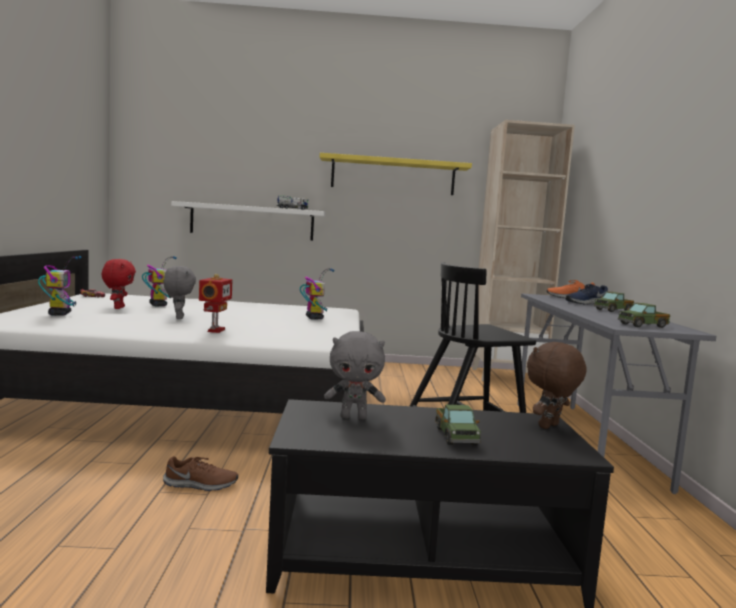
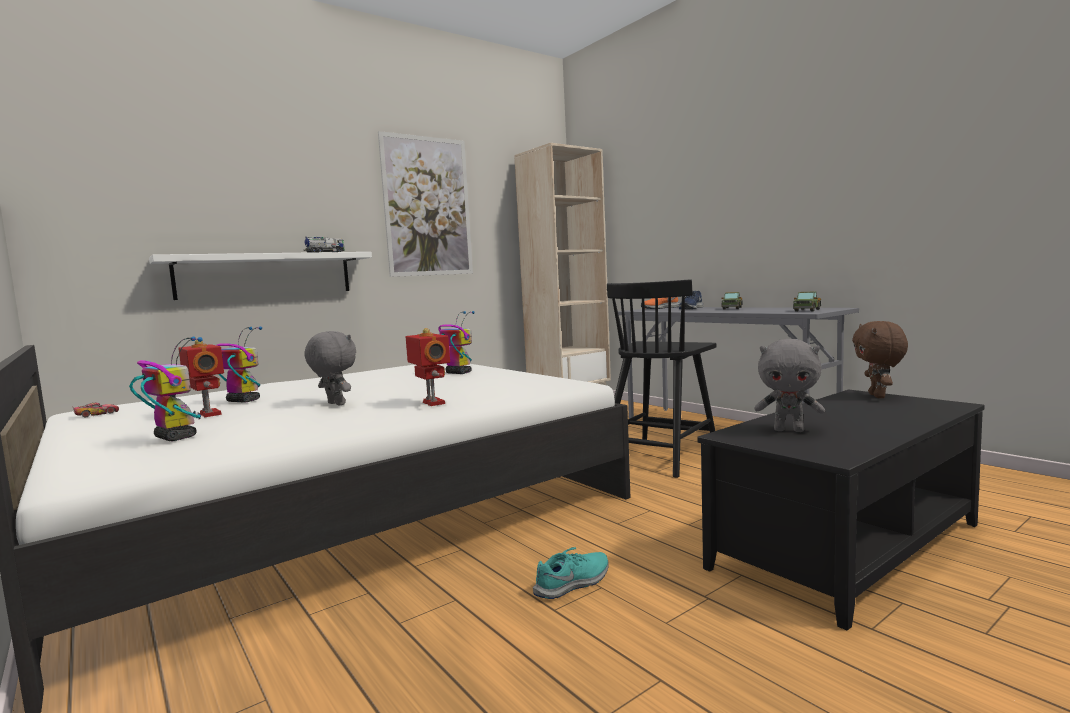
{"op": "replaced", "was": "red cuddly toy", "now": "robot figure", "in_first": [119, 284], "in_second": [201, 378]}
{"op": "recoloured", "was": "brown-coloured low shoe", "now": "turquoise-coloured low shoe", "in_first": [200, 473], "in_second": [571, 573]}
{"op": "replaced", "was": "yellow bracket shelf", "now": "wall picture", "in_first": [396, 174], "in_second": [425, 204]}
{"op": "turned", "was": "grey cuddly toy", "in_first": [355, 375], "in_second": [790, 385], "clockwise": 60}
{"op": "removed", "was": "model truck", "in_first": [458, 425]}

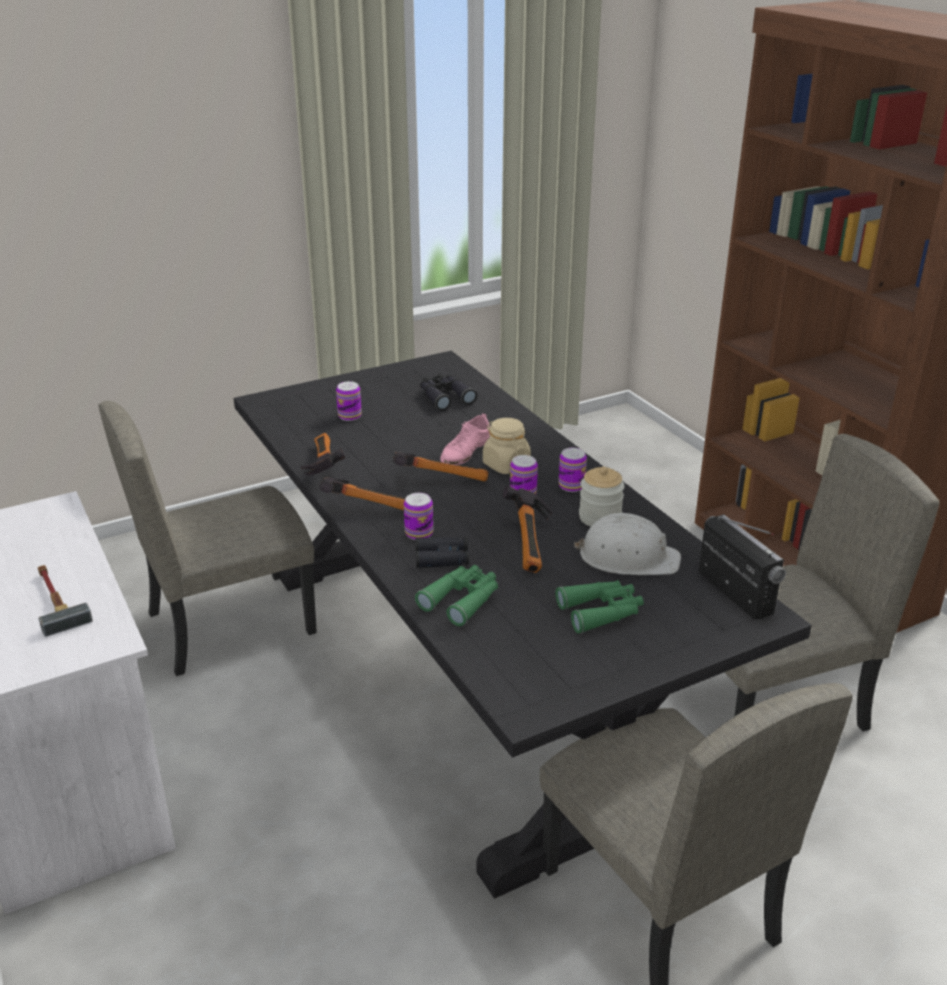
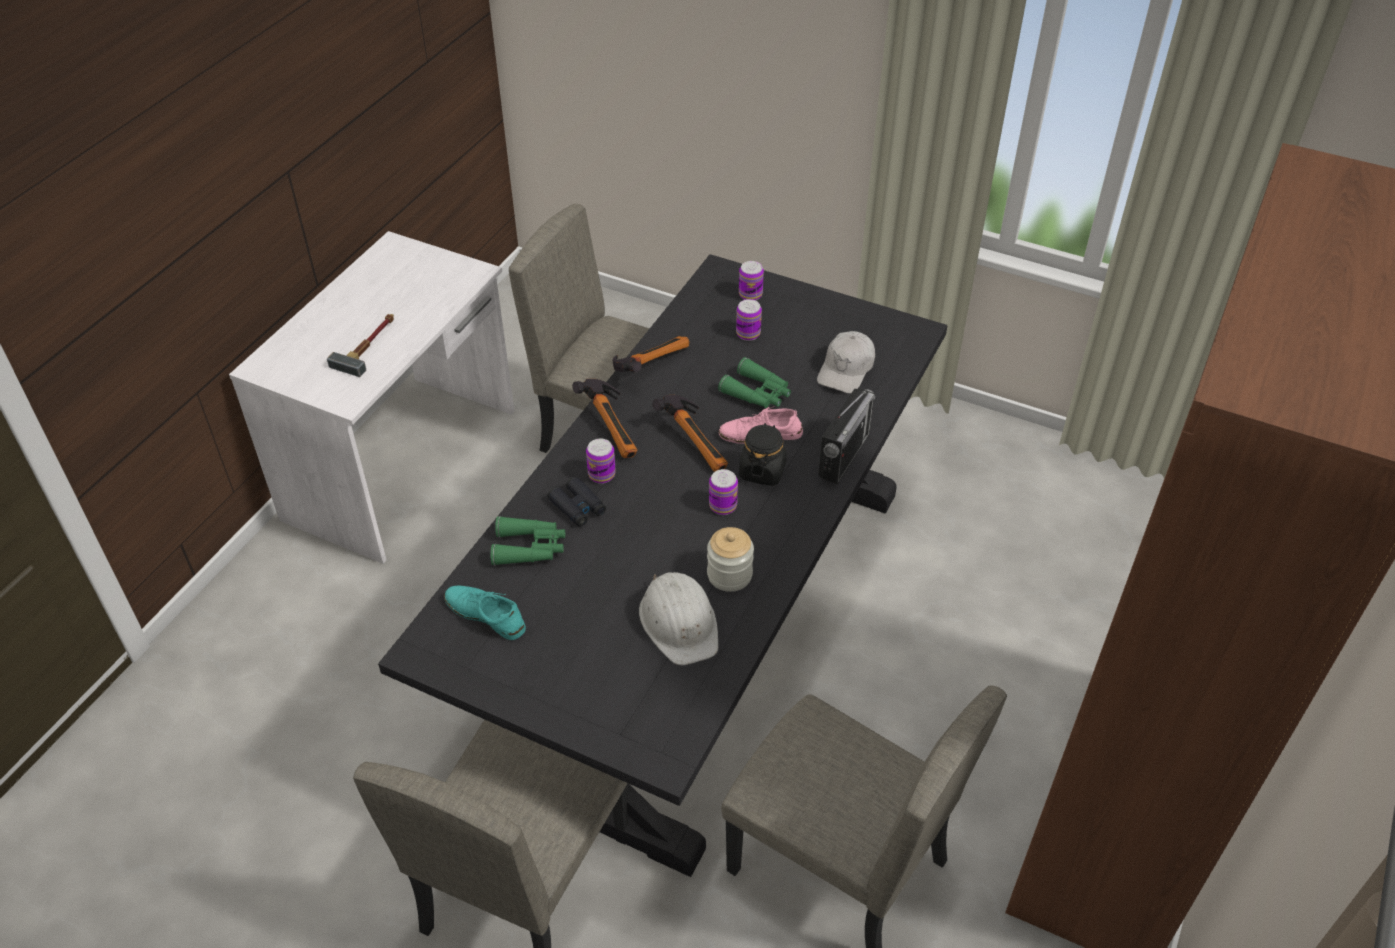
{"op": "replaced", "was": "black pair of binoculars", "now": "whitish peaked cap", "in_first": [448, 392], "in_second": [846, 362]}
{"op": "recoloured", "was": "beige preserve jar", "now": "black preserve jar", "in_first": [507, 446], "in_second": [763, 454]}
{"op": "removed", "was": "hammer", "in_first": [527, 529]}
{"op": "moved", "was": "green-coloured pair of binoculars", "in_first": [600, 606], "in_second": [754, 382]}
{"op": "moved", "was": "sealed can", "in_first": [573, 470], "in_second": [751, 281]}
{"op": "moved", "was": "radio set", "in_first": [742, 566], "in_second": [846, 436]}
{"op": "added", "now": "turquoise-coloured low shoe", "in_second": [485, 612]}

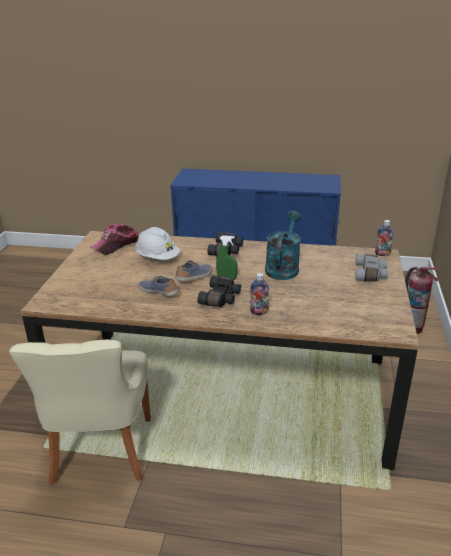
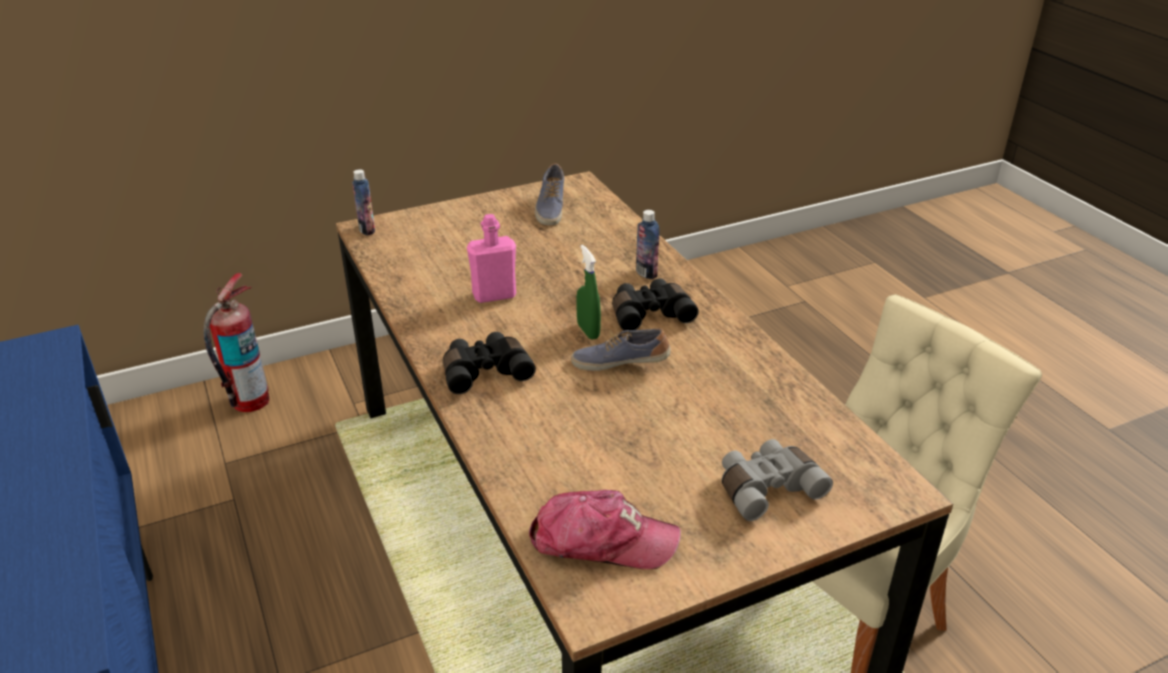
{"op": "removed", "was": "whitish hard hat", "in_first": [157, 243]}
{"op": "moved", "was": "low shoe", "in_first": [158, 286], "in_second": [549, 194]}
{"op": "replaced", "was": "turquoise-coloured watering can", "now": "pinkish beverage bottle", "in_first": [283, 245], "in_second": [491, 258]}
{"op": "moved", "was": "grey pair of binoculars", "in_first": [371, 267], "in_second": [777, 480]}

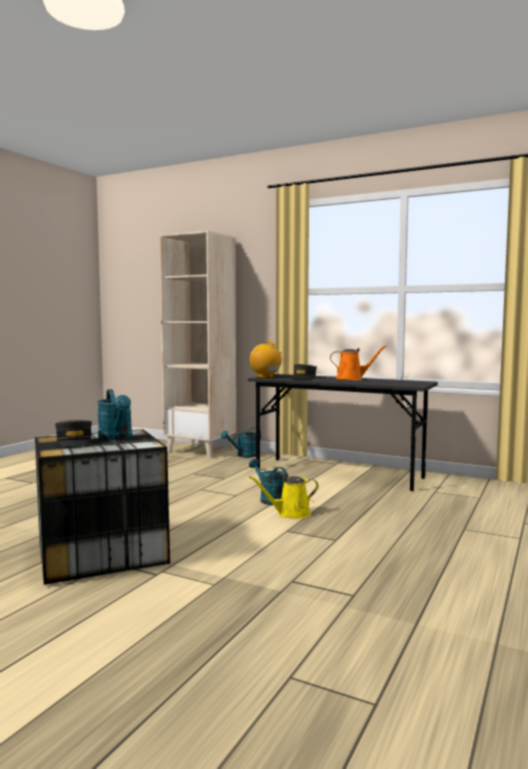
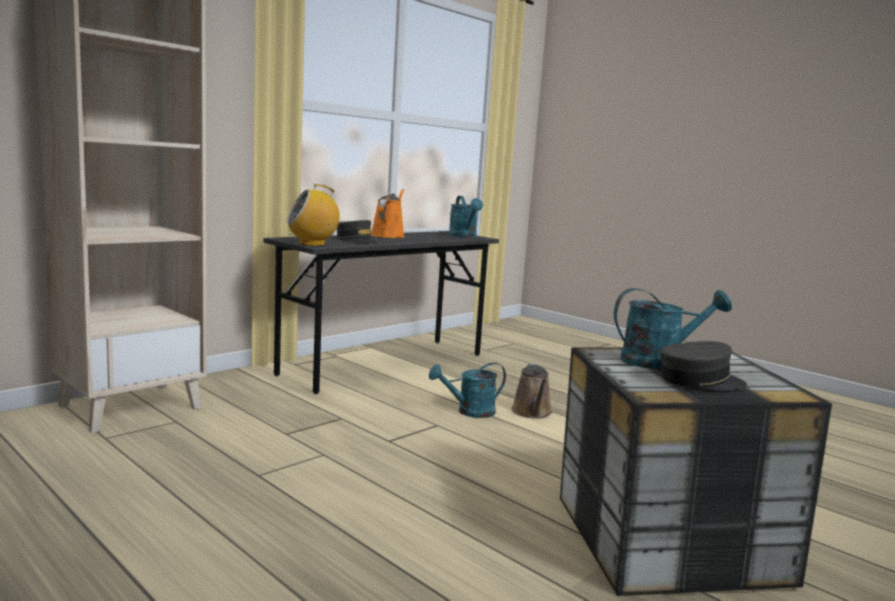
{"op": "moved", "was": "turquoise-coloured watering can", "in_first": [241, 442], "in_second": [466, 217]}
{"op": "recoloured", "was": "yellow watering can", "now": "brown-coloured watering can", "in_first": [283, 497], "in_second": [531, 391]}

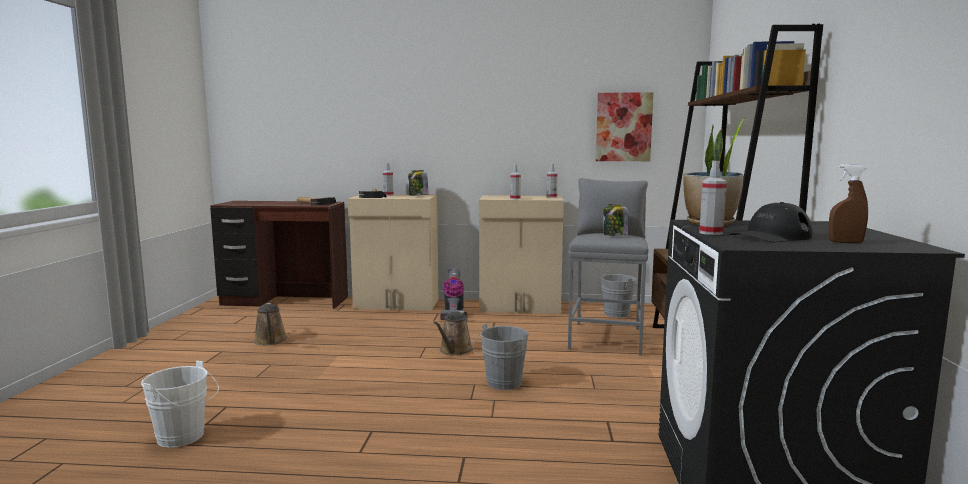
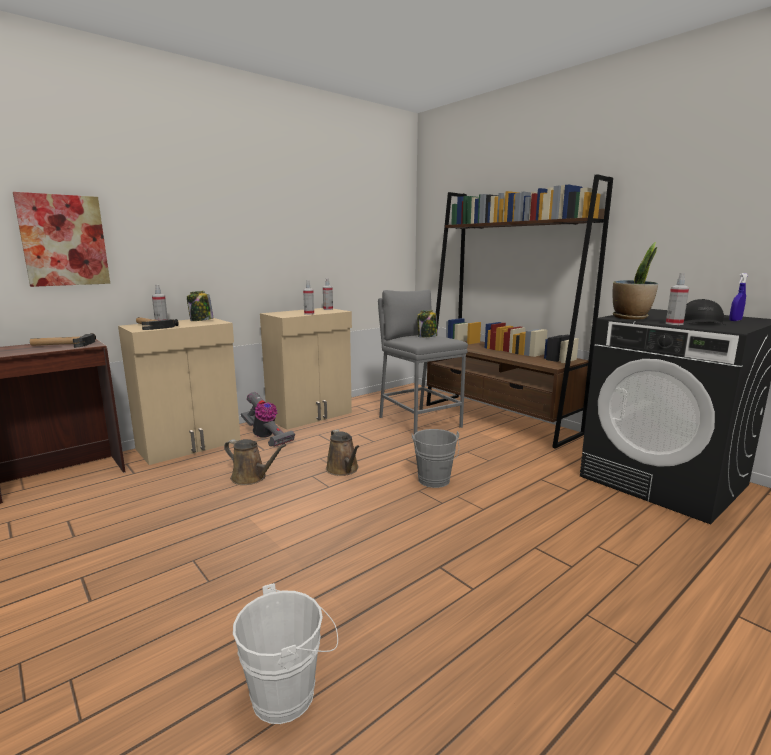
{"op": "moved", "was": "brown-coloured watering can", "in_first": [270, 324], "in_second": [255, 462]}
{"op": "moved", "was": "wall picture", "in_first": [624, 126], "in_second": [61, 239]}
{"op": "removed", "was": "grey bucket", "in_first": [621, 294]}
{"op": "recoloured", "was": "brown-coloured hand sprayer", "now": "blue hand sprayer", "in_first": [848, 203], "in_second": [738, 297]}

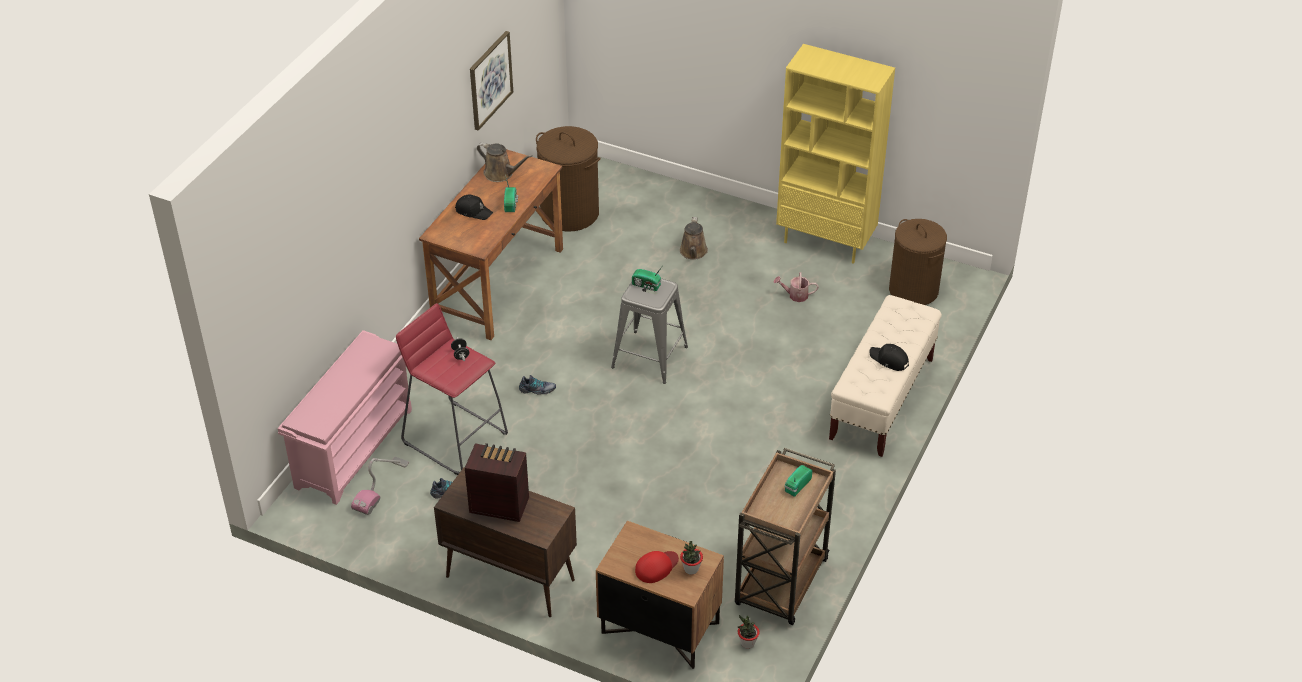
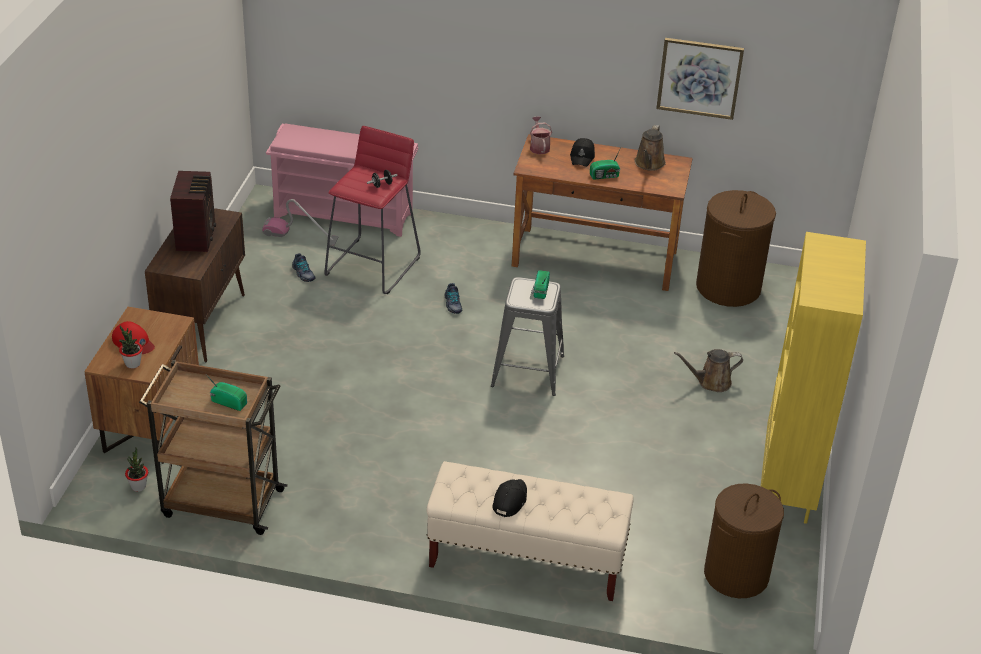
{"op": "moved", "was": "watering can", "in_first": [796, 287], "in_second": [541, 135]}

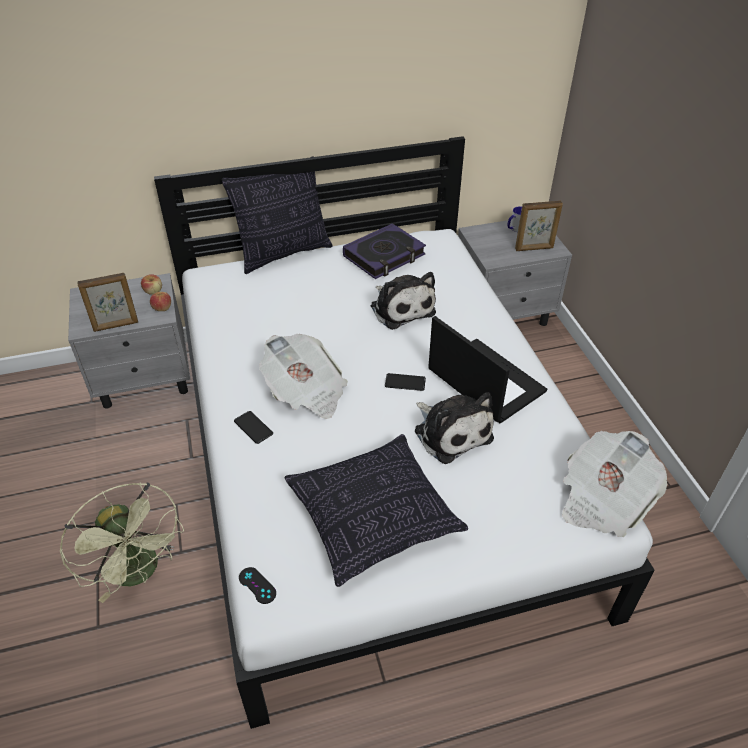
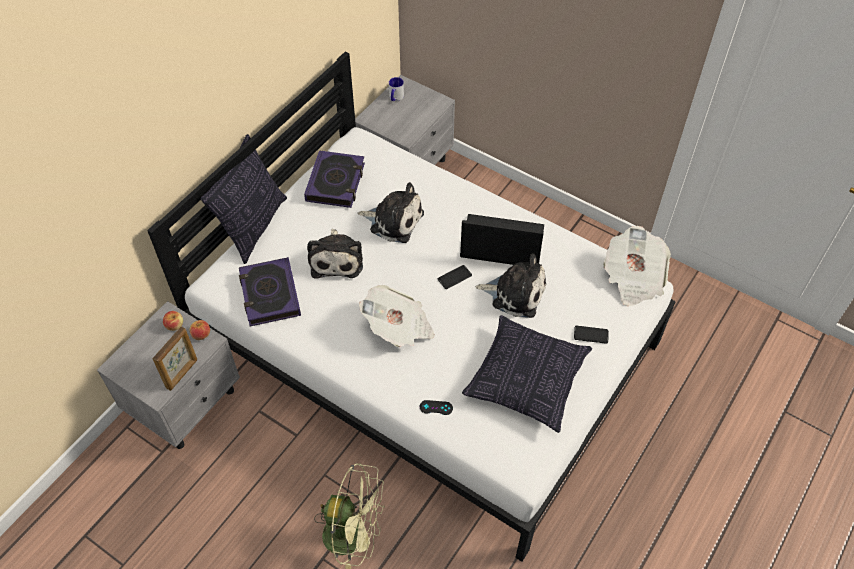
{"op": "moved", "was": "phone", "in_first": [253, 427], "in_second": [591, 335]}
{"op": "moved", "was": "black gamepad", "in_first": [257, 585], "in_second": [436, 407]}
{"op": "removed", "was": "standing frame", "in_first": [539, 226]}
{"op": "added", "now": "book", "in_second": [270, 291]}
{"op": "added", "now": "cuddly toy", "in_second": [335, 253]}

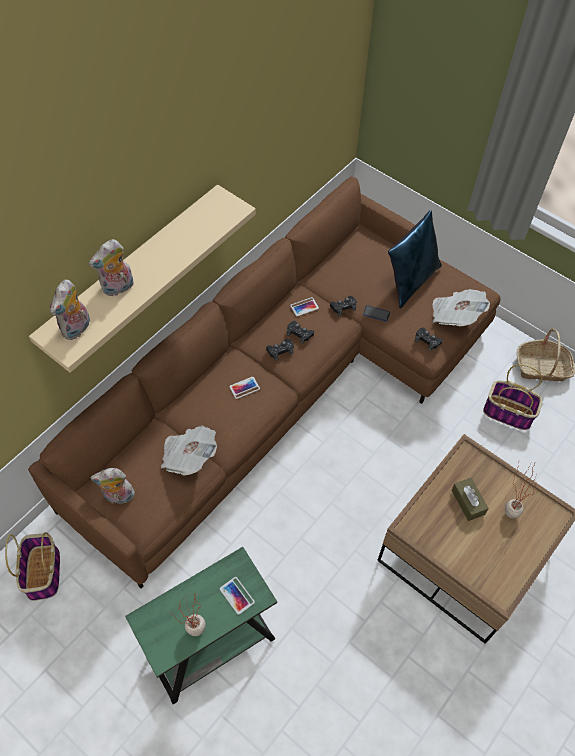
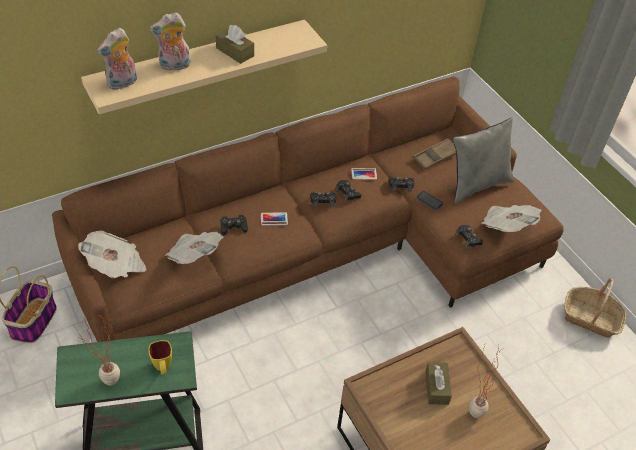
{"op": "replaced", "was": "cuddly toy", "now": "newspaper", "in_first": [113, 486], "in_second": [112, 255]}
{"op": "replaced", "was": "phone", "now": "yellow tea mug", "in_first": [237, 596], "in_second": [160, 357]}
{"op": "recoloured", "was": "blue pillow", "now": "grey pillow", "in_first": [415, 259], "in_second": [483, 160]}
{"op": "removed", "was": "basket", "in_first": [512, 397]}
{"op": "added", "now": "brown-coloured box of tissues", "in_second": [235, 44]}
{"op": "added", "now": "black gamepad", "in_second": [234, 224]}
{"op": "added", "now": "brown-coloured carrying tray", "in_second": [434, 154]}

